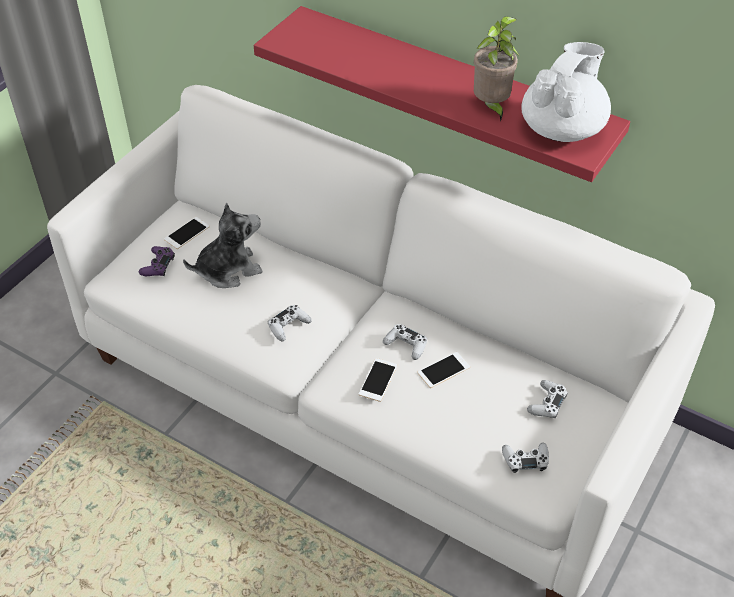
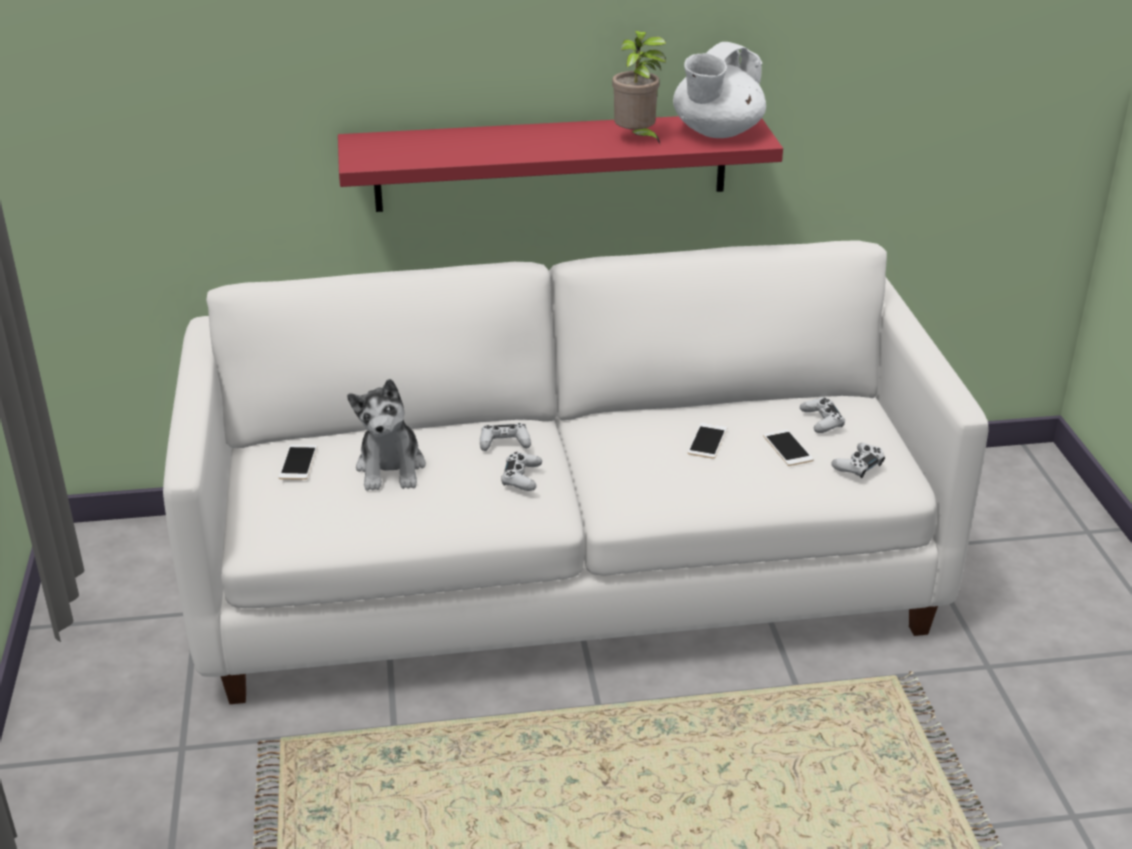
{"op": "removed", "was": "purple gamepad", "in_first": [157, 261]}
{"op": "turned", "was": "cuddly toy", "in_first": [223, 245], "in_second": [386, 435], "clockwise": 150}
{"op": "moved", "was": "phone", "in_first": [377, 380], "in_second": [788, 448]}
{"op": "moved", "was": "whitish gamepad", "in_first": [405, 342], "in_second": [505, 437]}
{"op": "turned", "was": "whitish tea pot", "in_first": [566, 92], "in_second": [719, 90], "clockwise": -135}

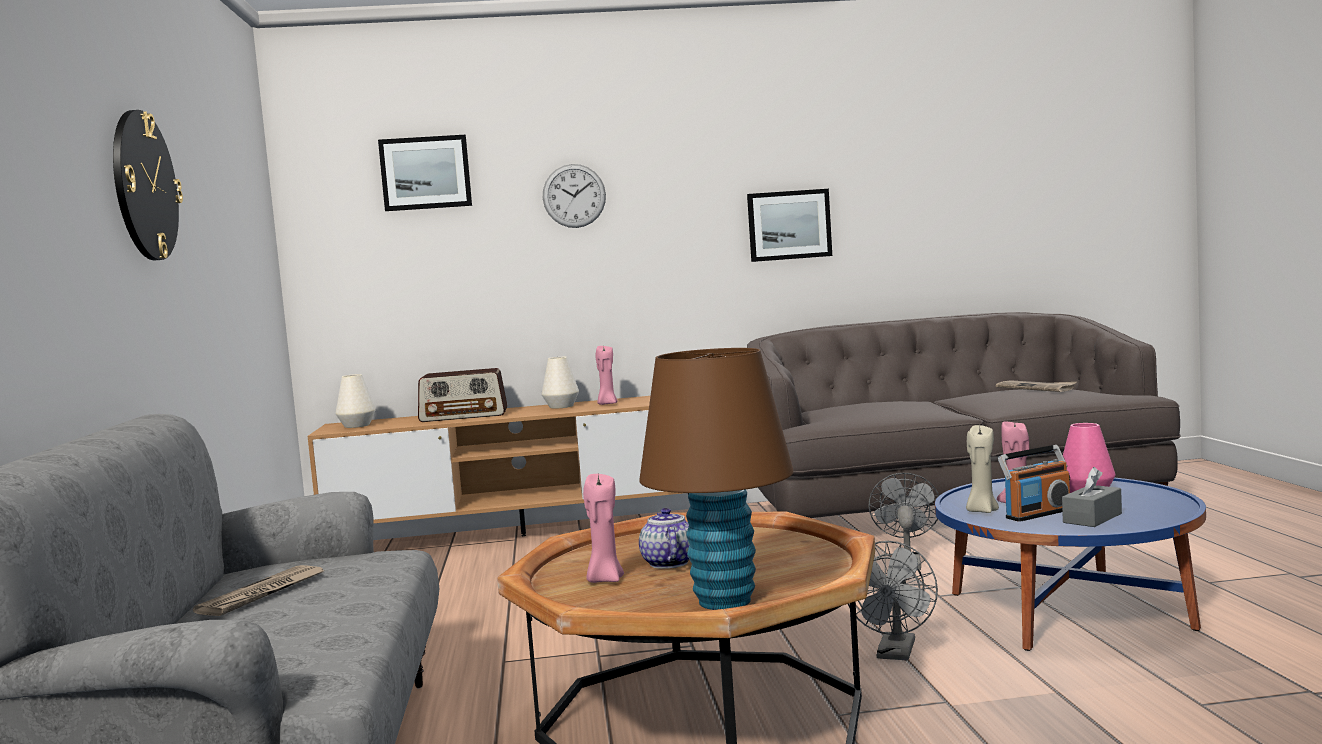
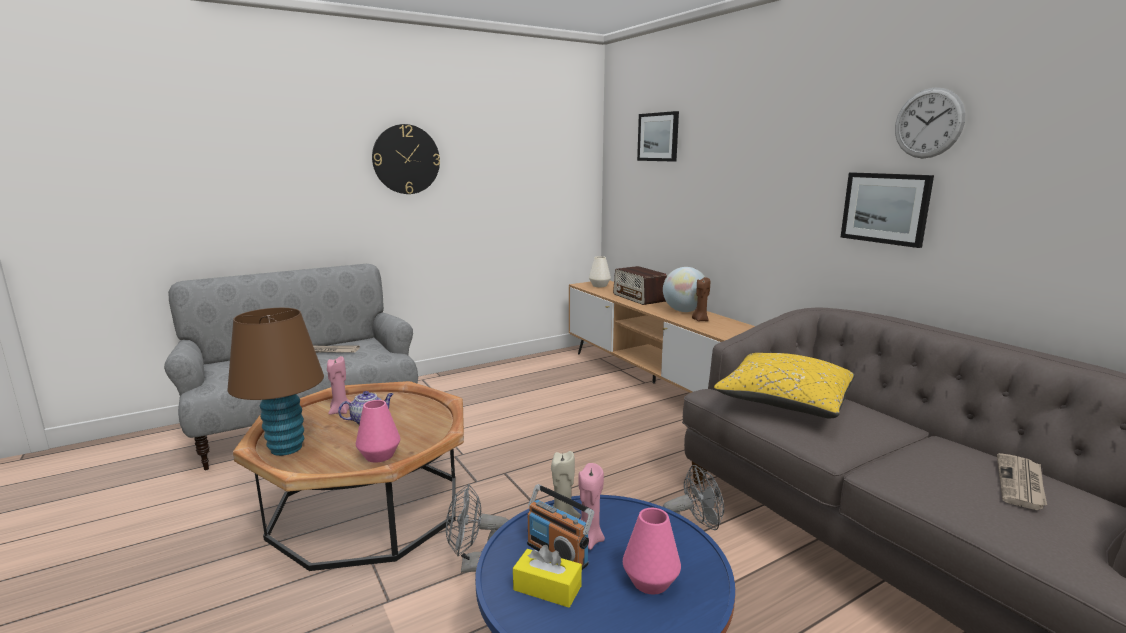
{"op": "replaced", "was": "whitish vase", "now": "world globe", "in_first": [560, 383], "in_second": [684, 289]}
{"op": "moved", "was": "wall clock", "in_first": [574, 196], "in_second": [930, 123]}
{"op": "recoloured", "was": "pinkish candle", "now": "brown-coloured candle", "in_first": [606, 374], "in_second": [701, 299]}
{"op": "recoloured", "was": "grey box of tissues", "now": "yellow box of tissues", "in_first": [1092, 497], "in_second": [547, 576]}
{"op": "added", "now": "pinkish vase", "in_second": [378, 431]}
{"op": "added", "now": "yellow pillow", "in_second": [784, 385]}

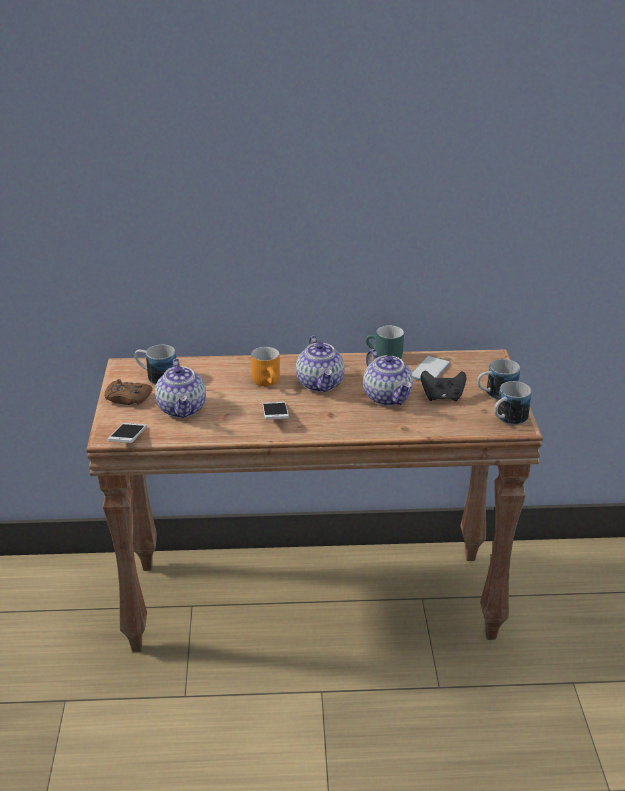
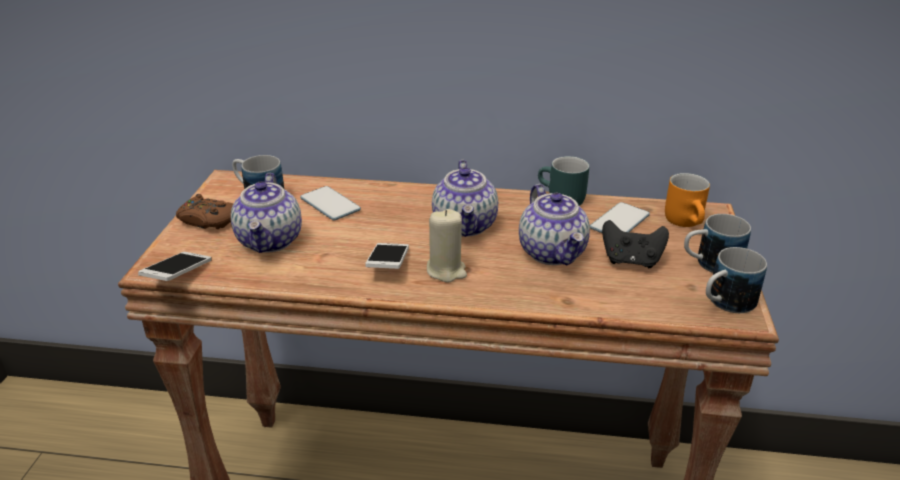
{"op": "moved", "was": "orangey tea mug", "in_first": [265, 367], "in_second": [687, 200]}
{"op": "added", "now": "phone", "in_second": [330, 203]}
{"op": "added", "now": "beige candle", "in_second": [447, 246]}

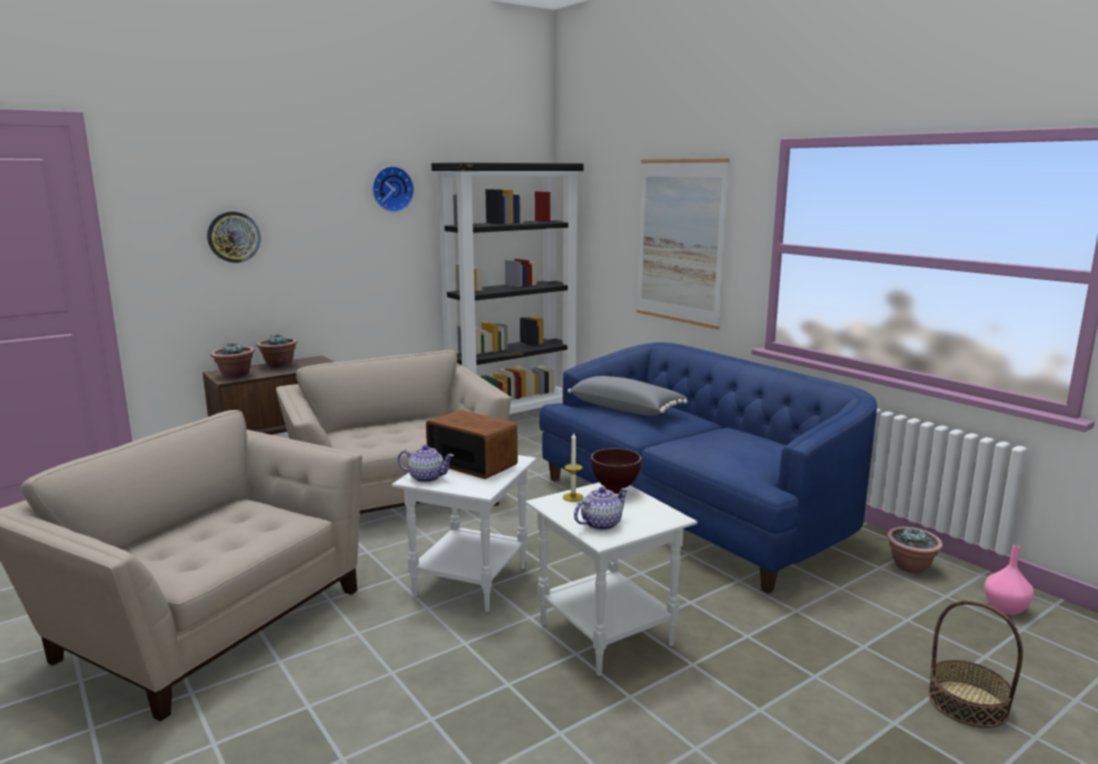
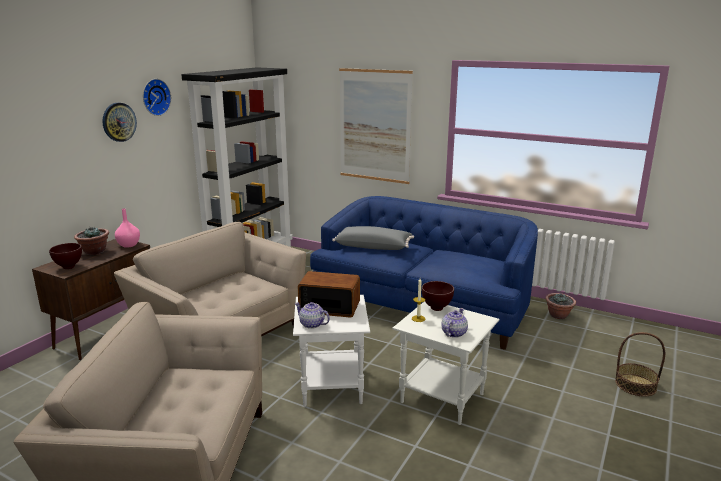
{"op": "moved", "was": "wall clock", "in_first": [234, 237], "in_second": [119, 122]}
{"op": "replaced", "was": "plant in a pot", "now": "brown-coloured serving bowl", "in_first": [233, 360], "in_second": [65, 256]}
{"op": "turned", "was": "tea pot", "in_first": [426, 464], "in_second": [312, 315], "clockwise": -135}
{"op": "moved", "was": "pinkish vase", "in_first": [1009, 580], "in_second": [127, 228]}

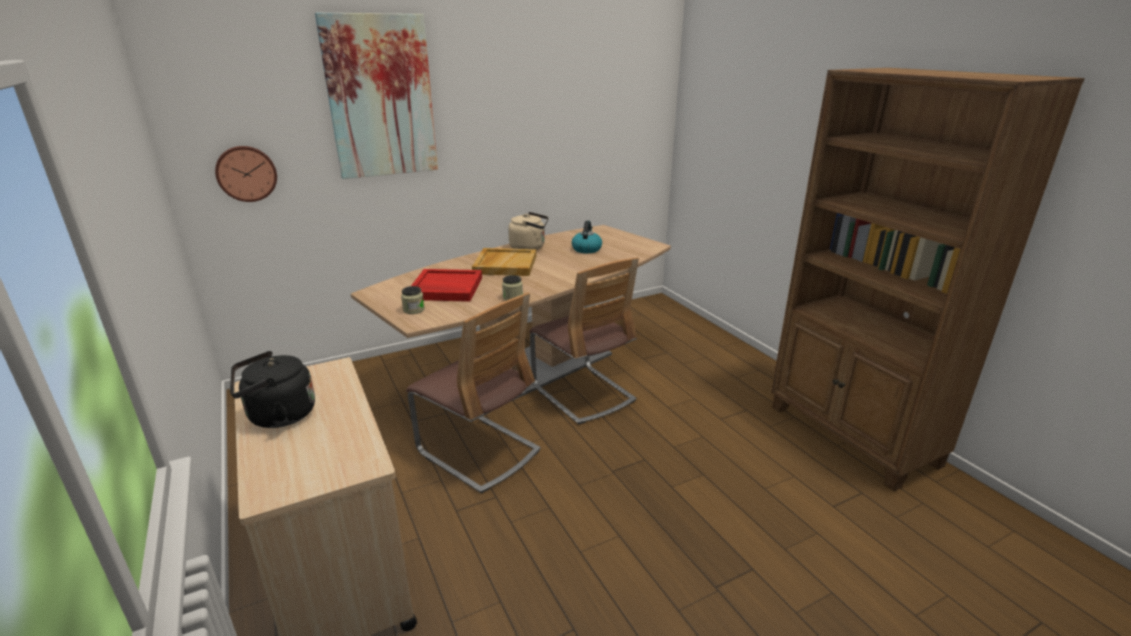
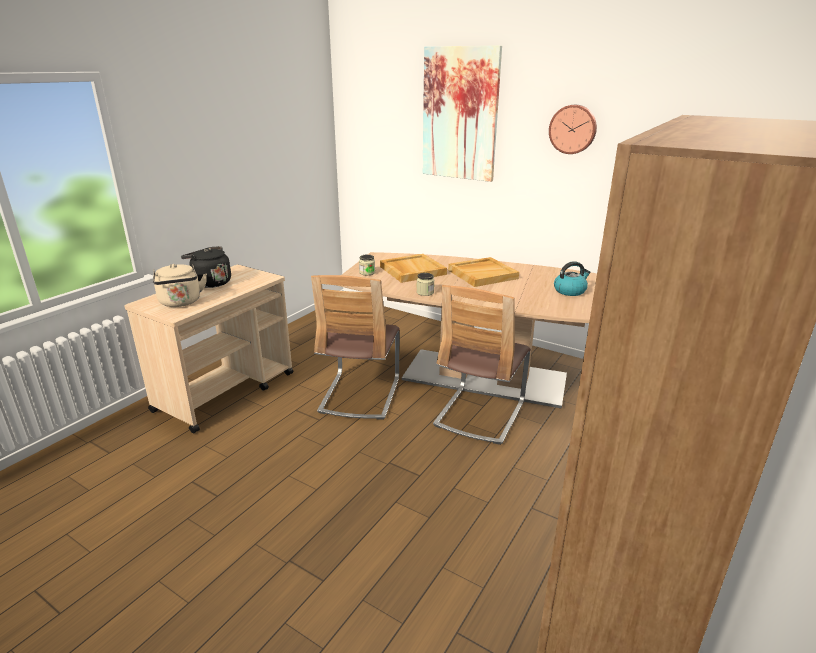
{"op": "moved", "was": "wall clock", "in_first": [246, 174], "in_second": [573, 129]}
{"op": "recoloured", "was": "red carrying tray", "now": "beige carrying tray", "in_first": [446, 285], "in_second": [413, 268]}
{"op": "moved", "was": "beige tea kettle", "in_first": [528, 231], "in_second": [180, 285]}

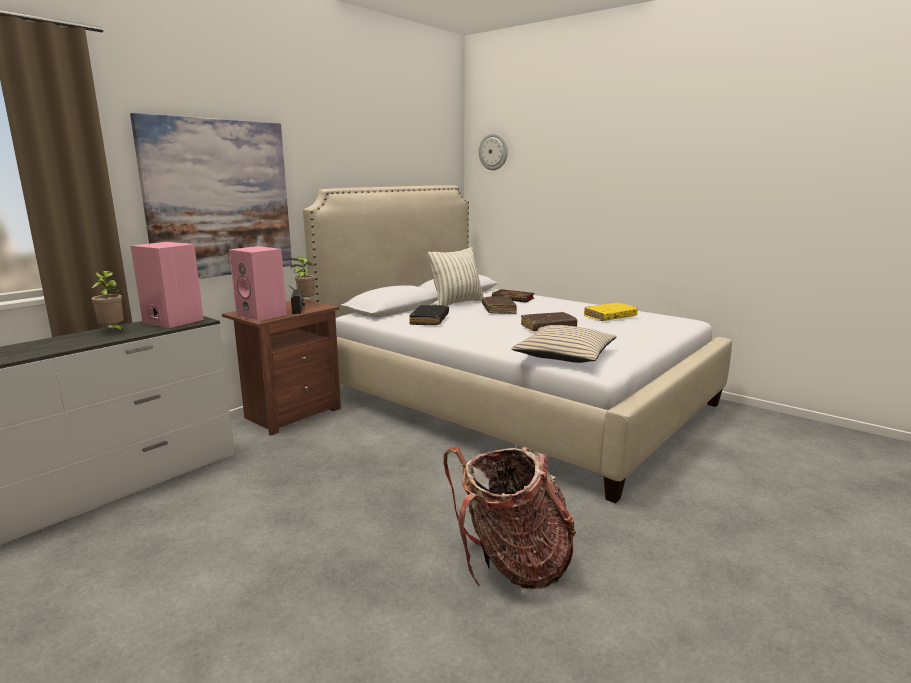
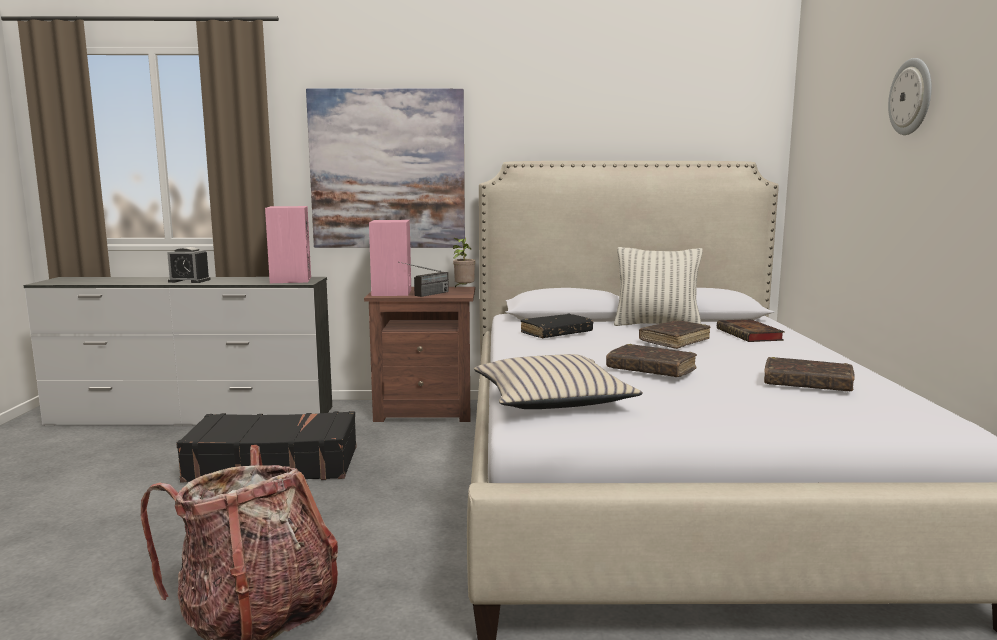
{"op": "removed", "was": "plant in a pot", "in_first": [107, 302]}
{"op": "moved", "was": "wall clock", "in_first": [493, 151], "in_second": [910, 96]}
{"op": "recoloured", "was": "yellow book", "now": "brown-coloured book", "in_first": [611, 311], "in_second": [809, 374]}
{"op": "added", "now": "table clock", "in_second": [188, 265]}
{"op": "added", "now": "black suitcase", "in_second": [266, 446]}

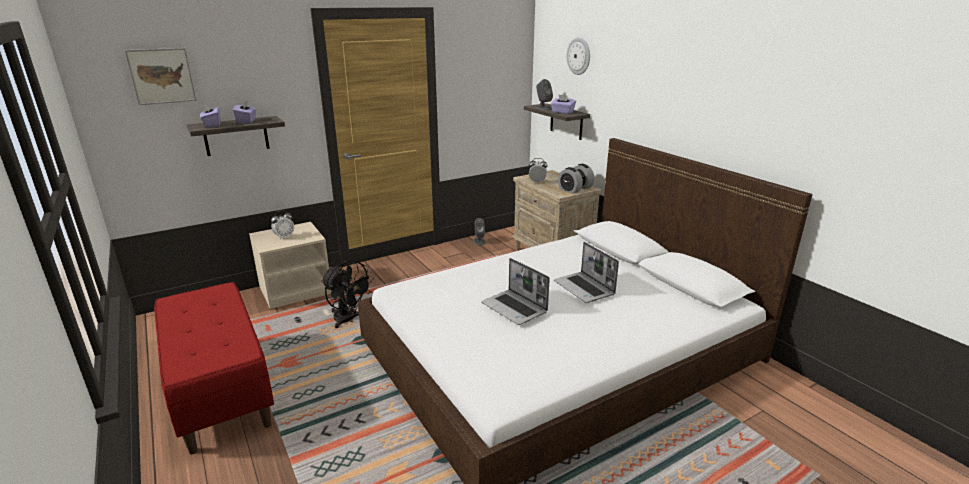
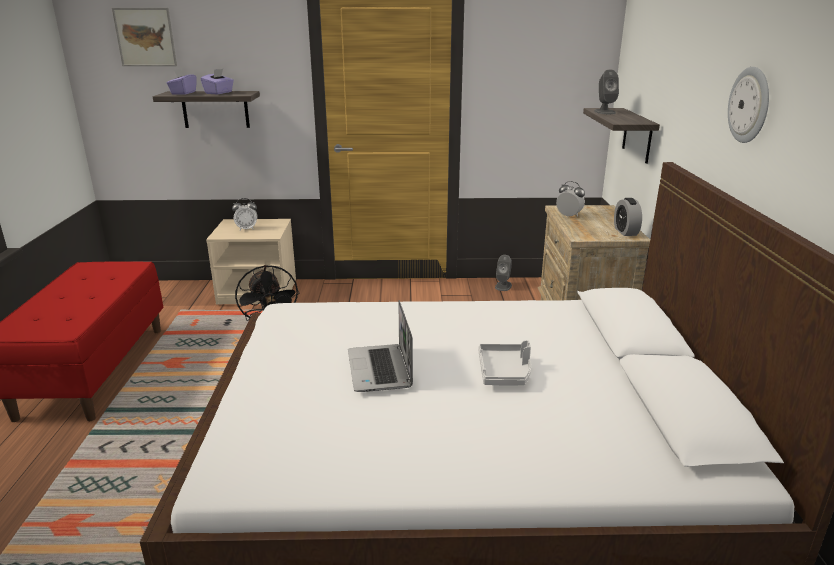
{"op": "removed", "was": "purple box of tissues", "in_first": [563, 104]}
{"op": "replaced", "was": "notebook computer", "now": "grey carrying tray", "in_first": [586, 272], "in_second": [504, 363]}
{"op": "removed", "was": "table clock", "in_first": [570, 180]}
{"op": "moved", "was": "wall clock", "in_first": [578, 56], "in_second": [748, 105]}

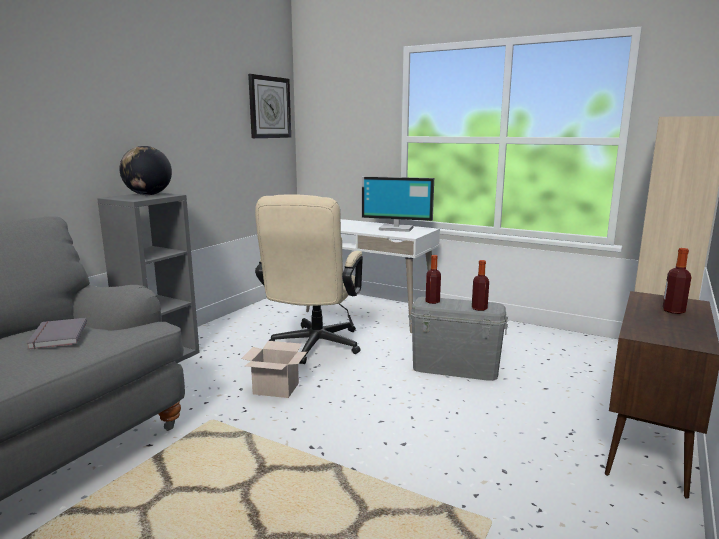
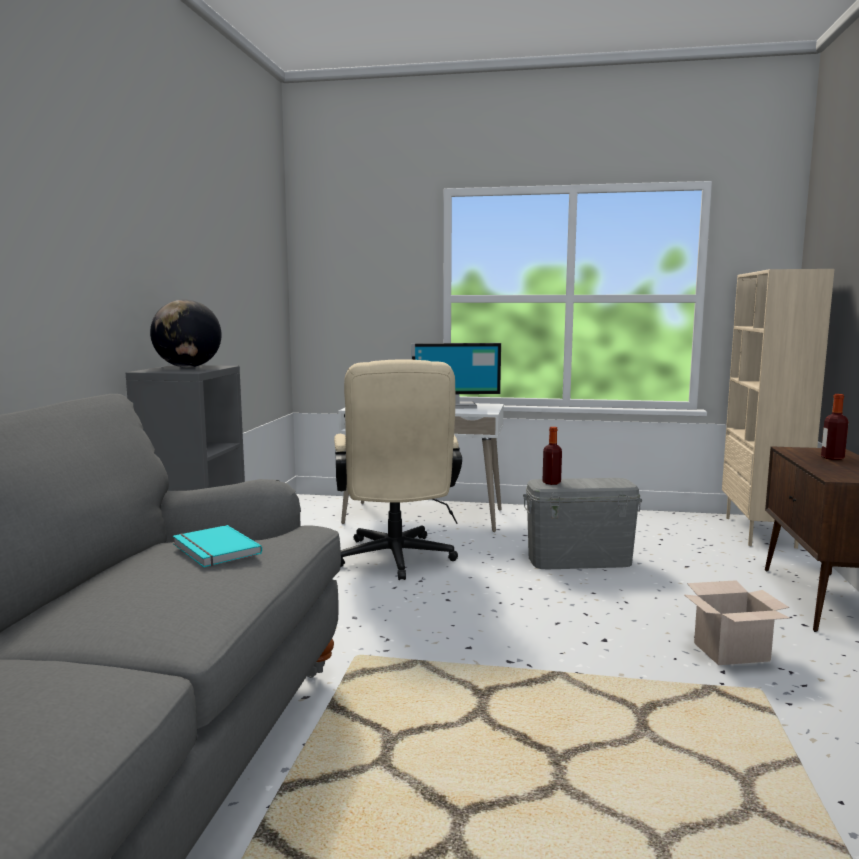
{"op": "recoloured", "was": "grey book", "now": "turquoise-coloured book", "in_first": [57, 333], "in_second": [217, 546]}
{"op": "moved", "was": "cardboard box", "in_first": [274, 369], "in_second": [737, 622]}
{"op": "removed", "was": "wall clock", "in_first": [269, 106]}
{"op": "removed", "was": "beverage bottle", "in_first": [480, 285]}

